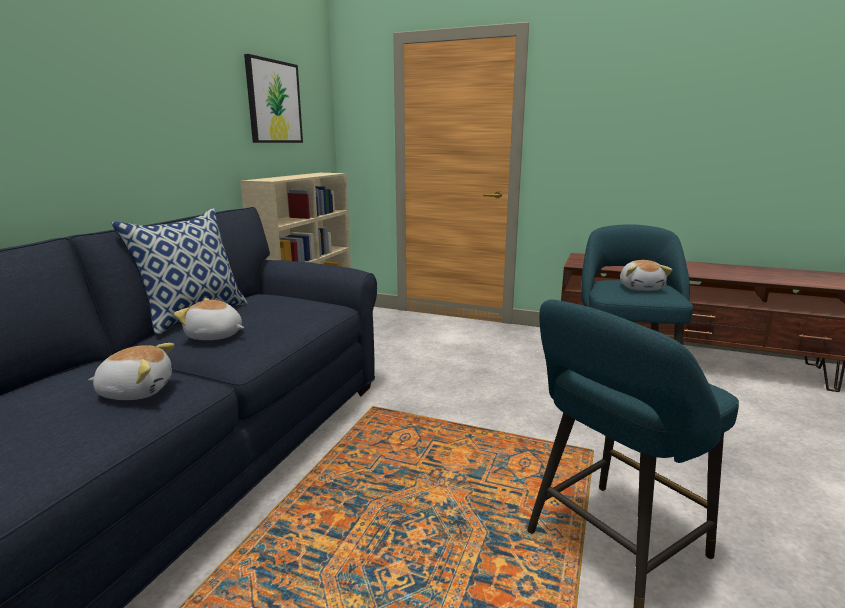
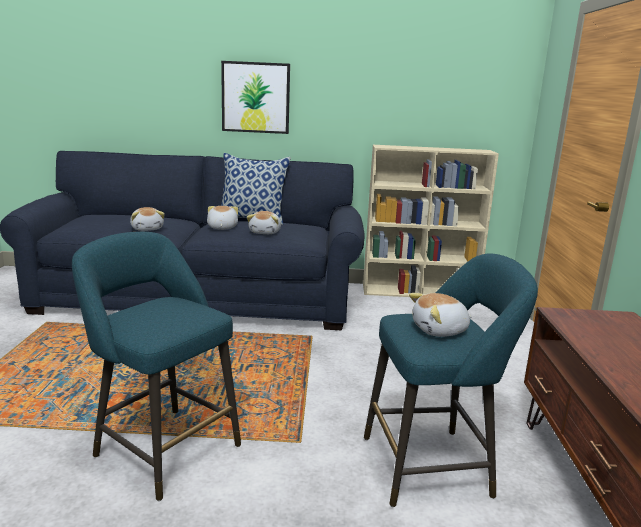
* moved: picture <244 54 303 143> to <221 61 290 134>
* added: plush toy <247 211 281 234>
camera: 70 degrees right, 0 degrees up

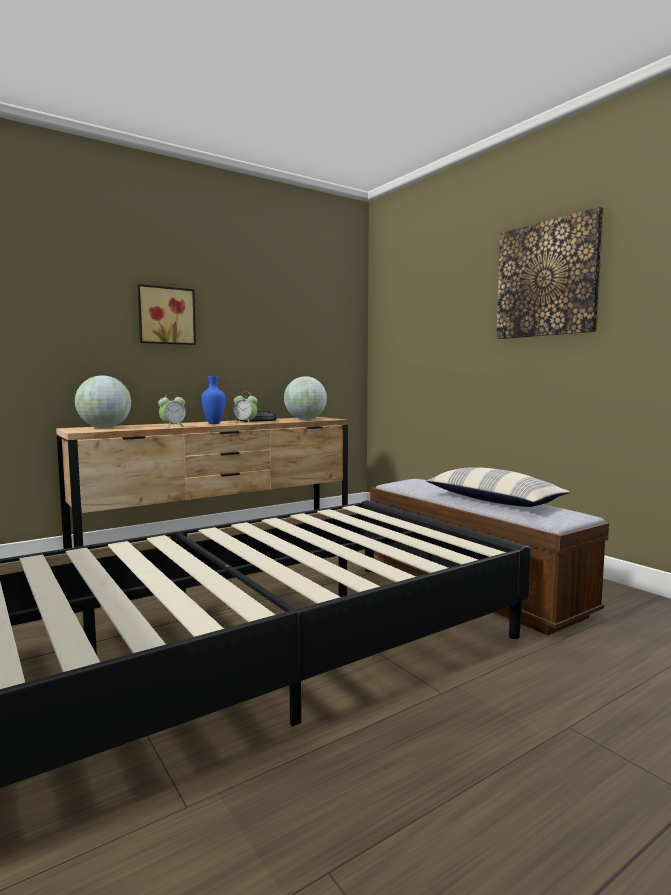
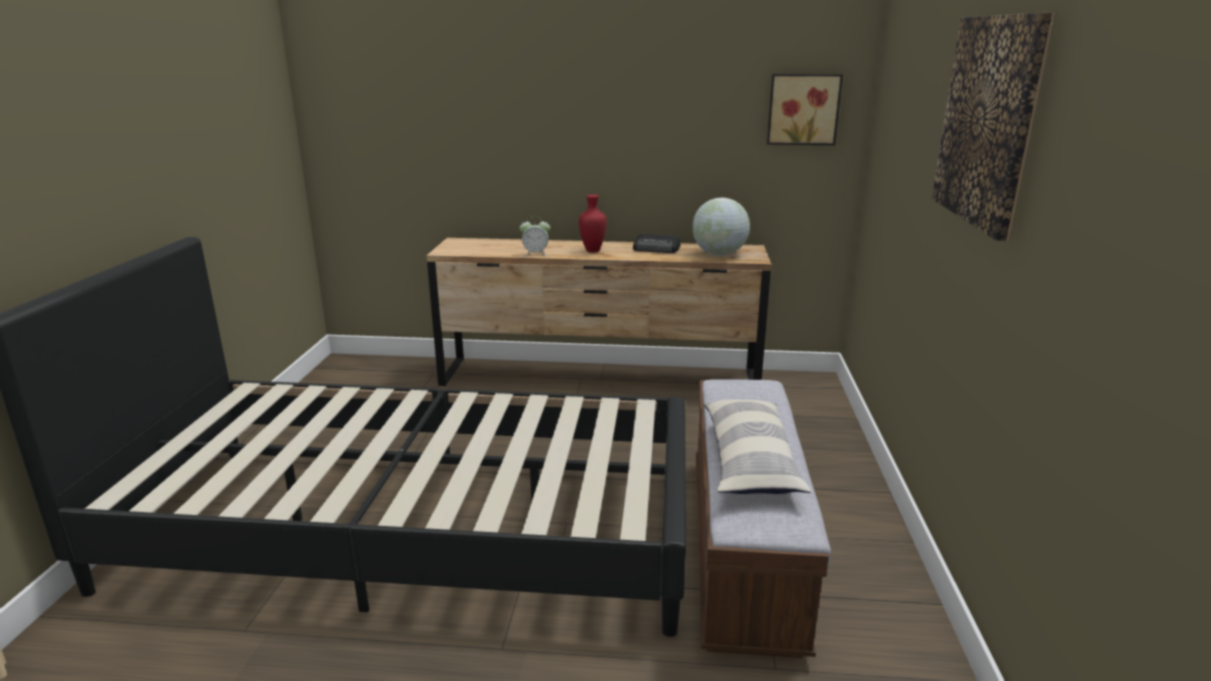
* moved: picture <138 284 196 345> to <767 74 843 145>
* removed: globe <75 375 131 428>
* recoloured: blue vase <201 376 225 424> to red vase <579 195 607 253>
* removed: alarm clock <234 394 258 424>
camera: 40 degrees right, 15 degrees up

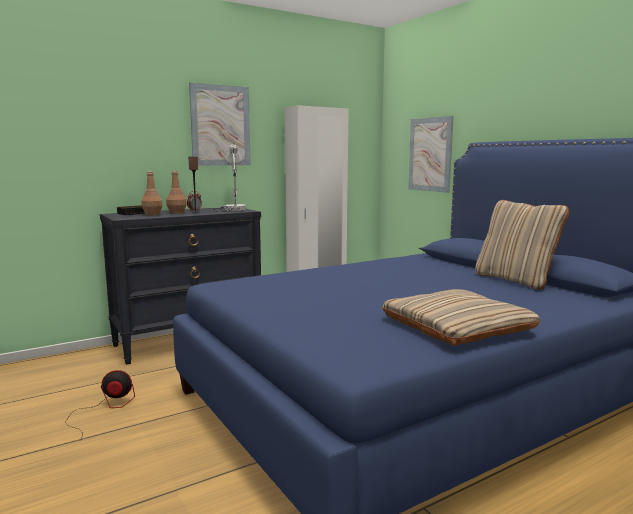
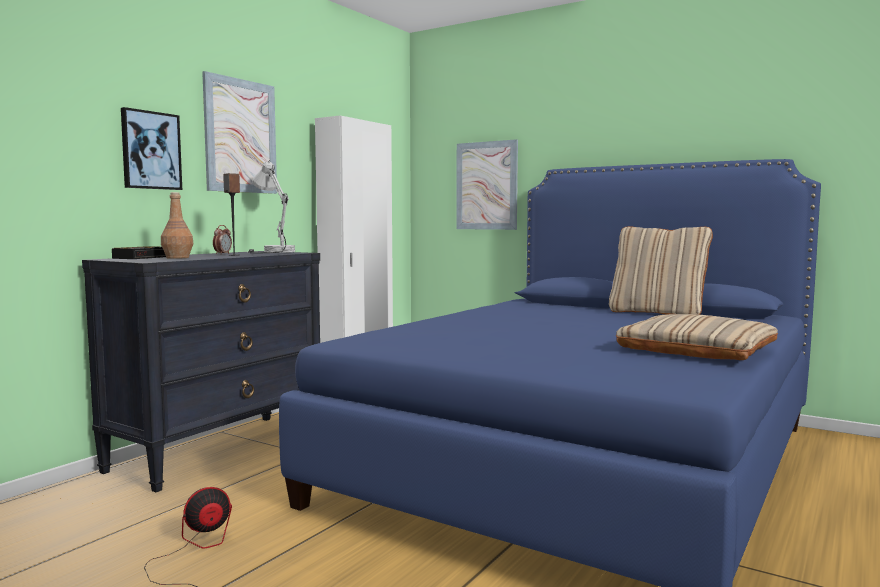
* removed: brown bottle <166 171 187 214>
* added: picture <121 107 182 190>
camera: 25 degrees left, 5 degrees down

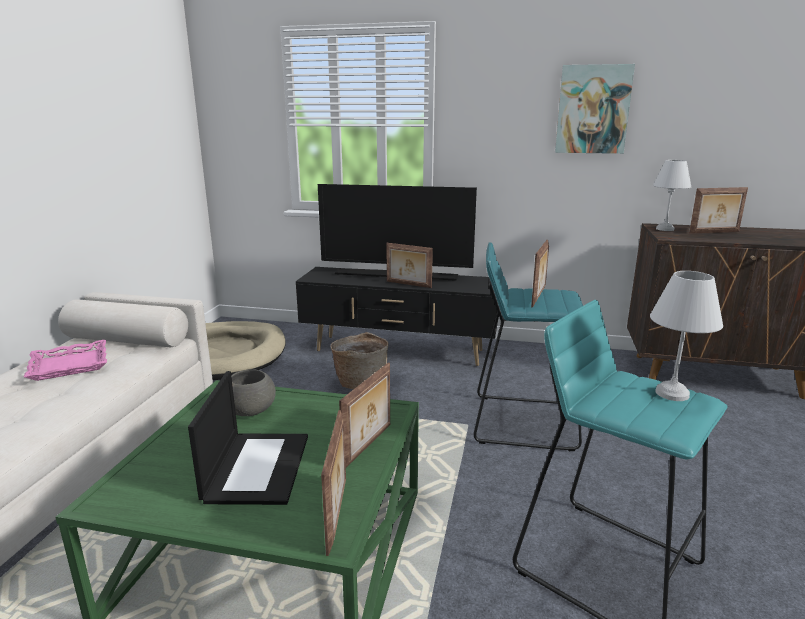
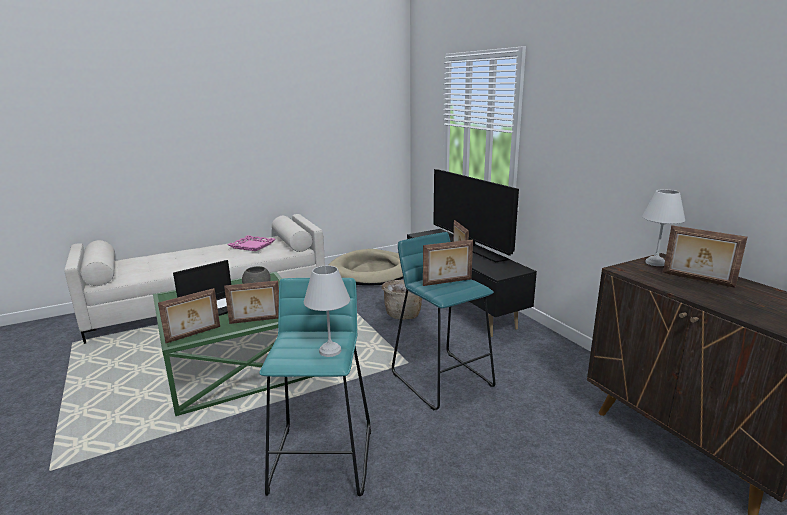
* removed: picture <555 64 635 154>
camera: 50 degrees right, 0 degrees up

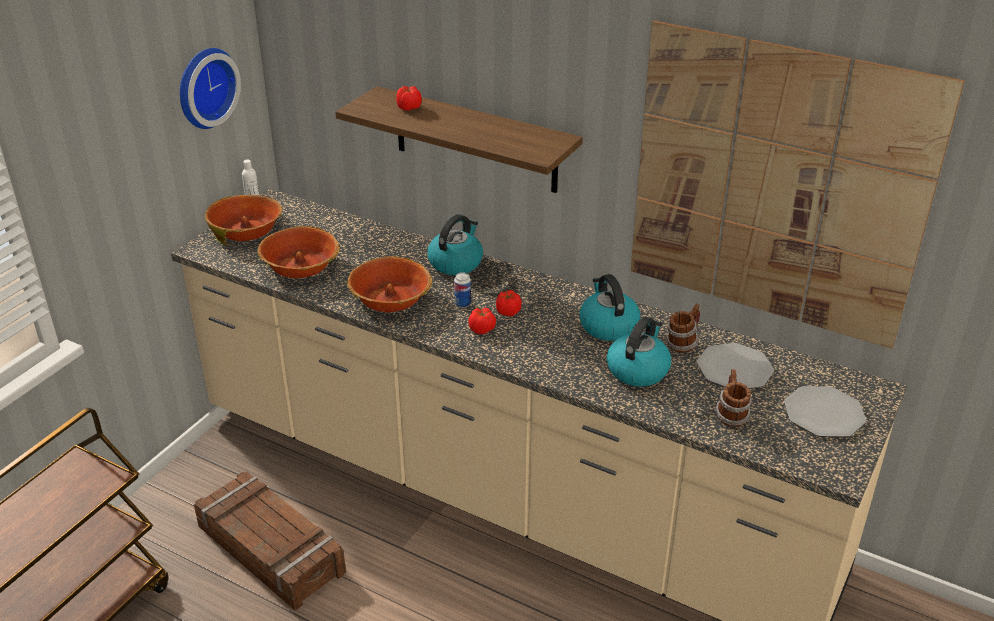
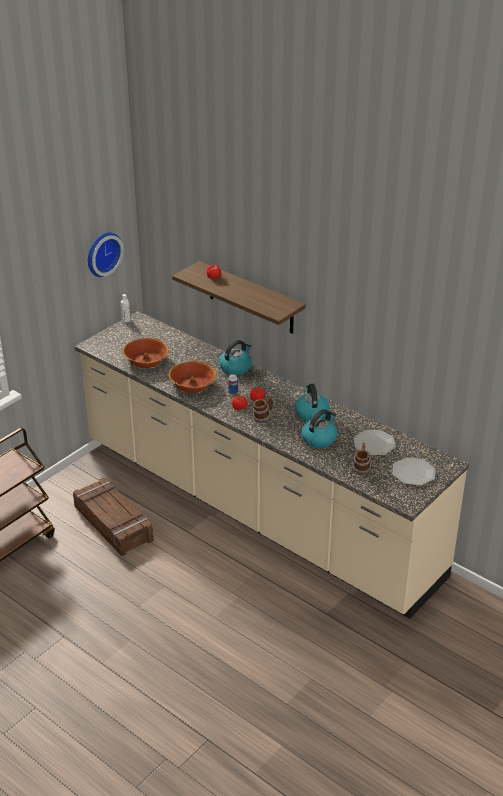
* removed: picture <631 21 965 349>
* removed: bowl <205 194 283 245>
* moved: mug <666 304 700 353> to <252 396 273 423>
camera: 10 degrees right, 0 degrees up

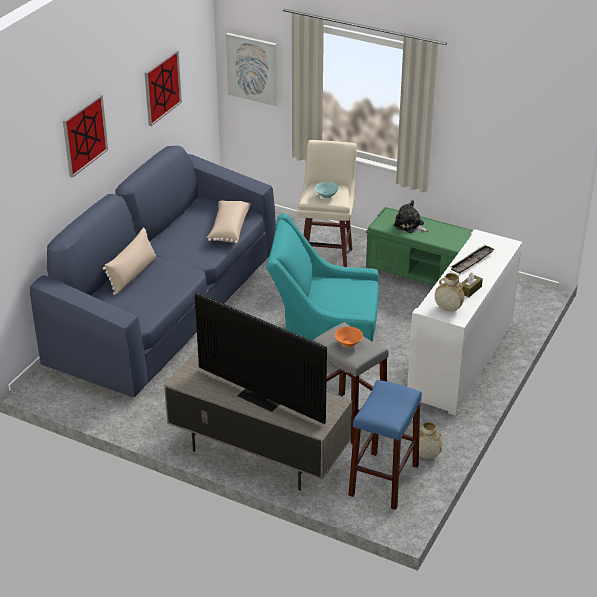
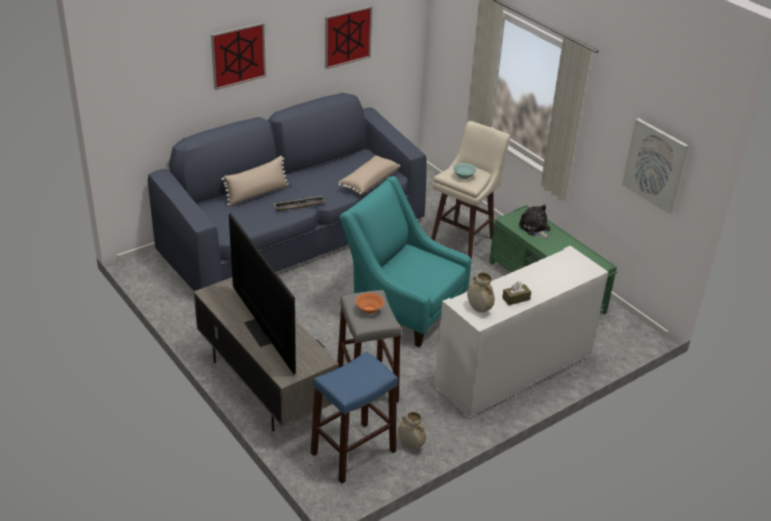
* moved: picture <226 33 278 106> to <622 118 689 214>
* moved: tray <451 244 494 274> to <274 196 325 211>
camera: 25 degrees right, 0 degrees up

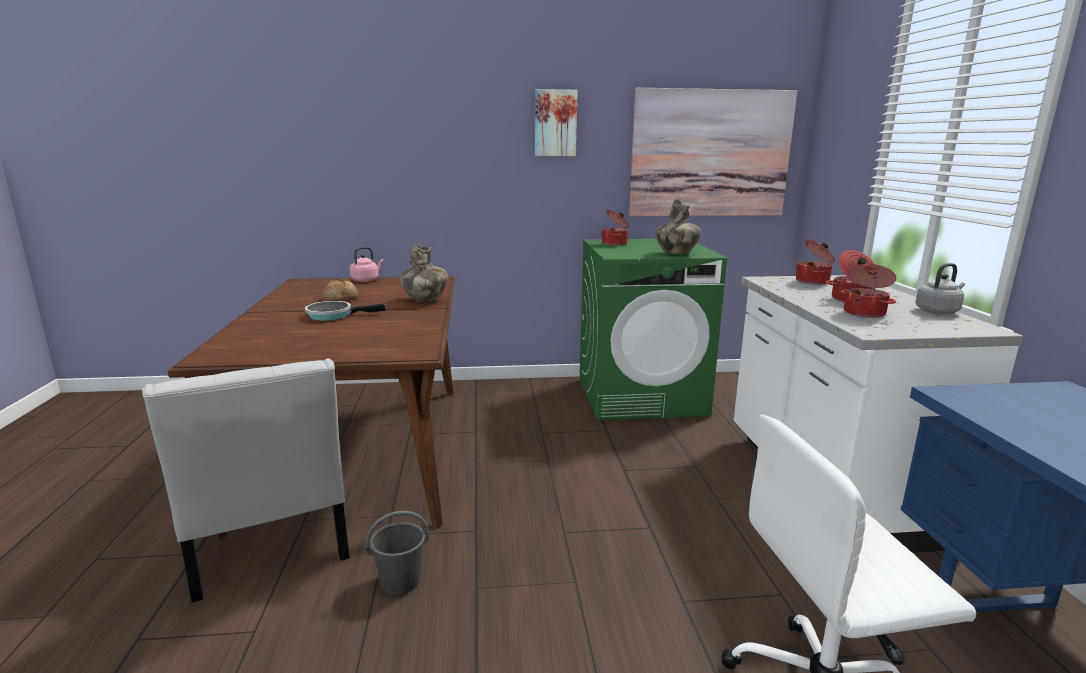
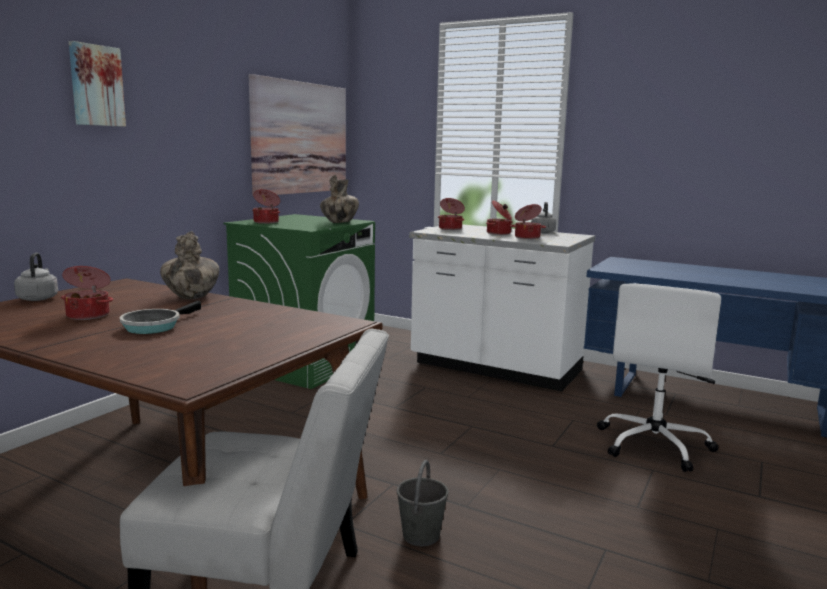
* moved: picture <535 89 578 156> to <69 41 126 127>
* recoloured: pink kettle <350 247 383 282> to grey kettle <14 253 58 301>
* replaced: bread <323 279 358 301> to cooking pot <61 266 113 320>
camera: 55 degrees left, 5 degrees down

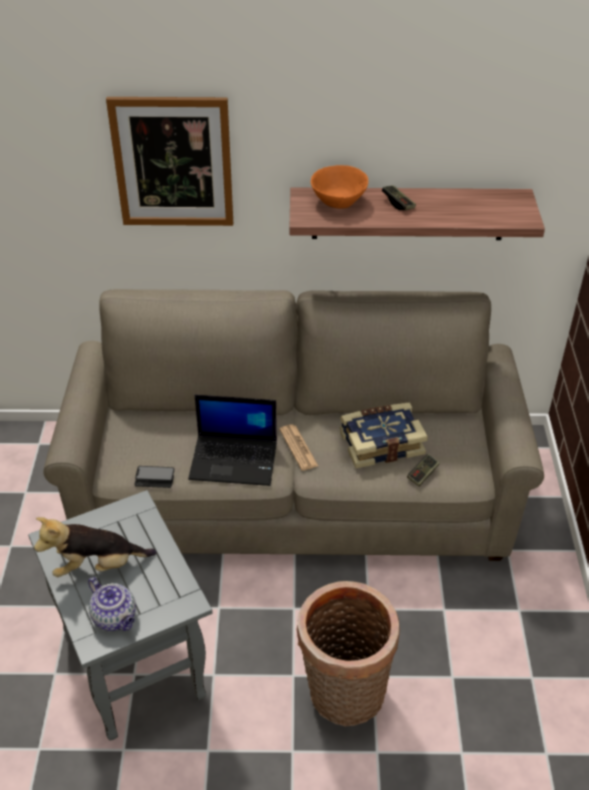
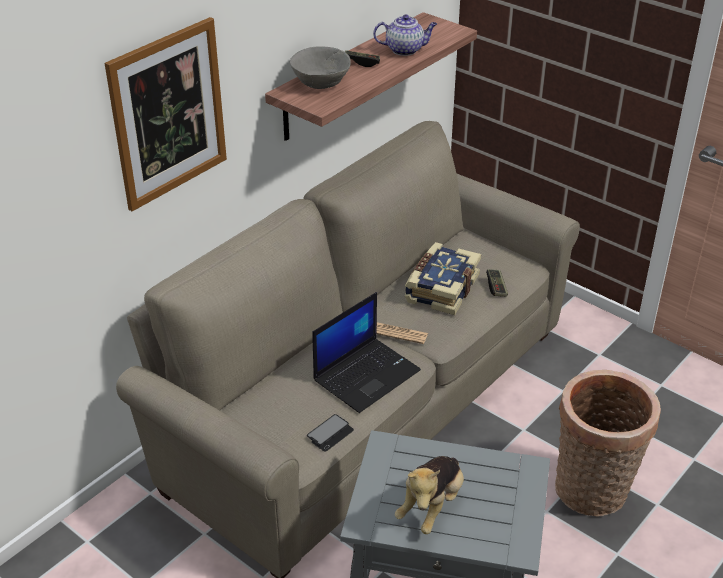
* recoloured: orange bowl <311 165 368 209> to grey bowl <290 46 351 89>
* moved: teapot <88 577 136 631> to <373 14 437 56>
camera: 50 degrees left, 5 degrees down

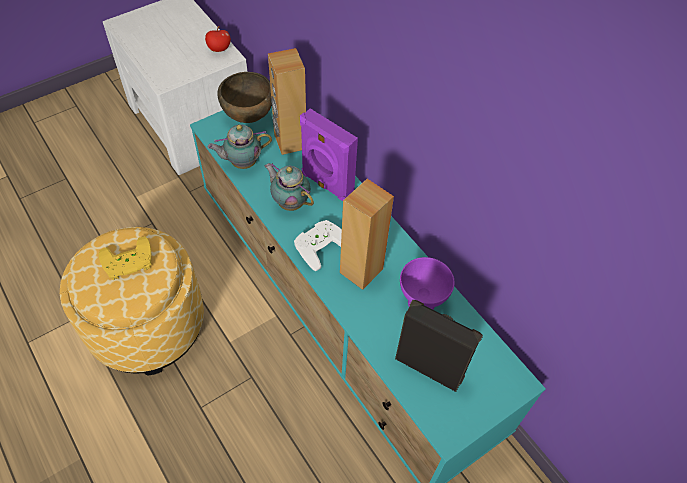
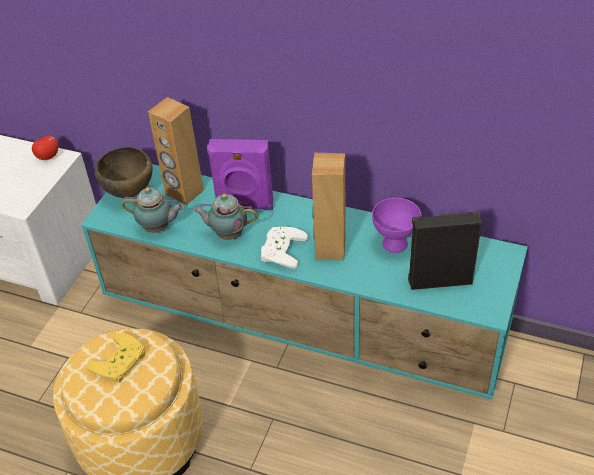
* turned: teapot <208 124 272 169> = <122 187 184 233> 120 degrees counterclockwise
camera: 30 degrees left, 10 degrees down

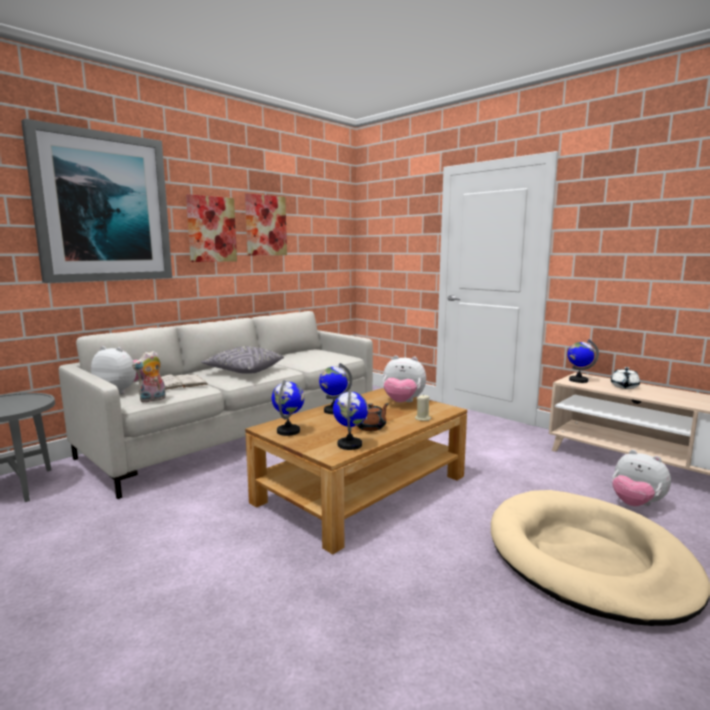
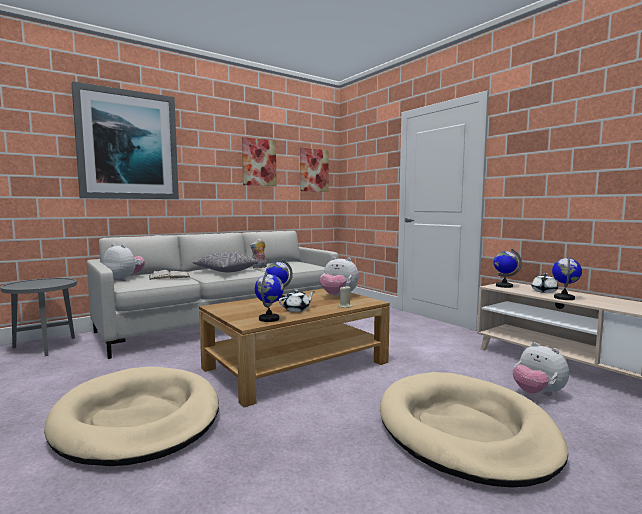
* moved: picture <186 194 237 262> to <300 148 329 192>
* moved: plush toy <132 351 166 403> to <250 238 267 268>
* moved: globe <272 380 305 436> to <552 256 582 300>
* recoloured: brown teapot <357 403 389 431> to white teapot <279 290 315 312>
* added: beige dog bed <44 367 219 466>
camera: 10 degrees right, 5 degrees down

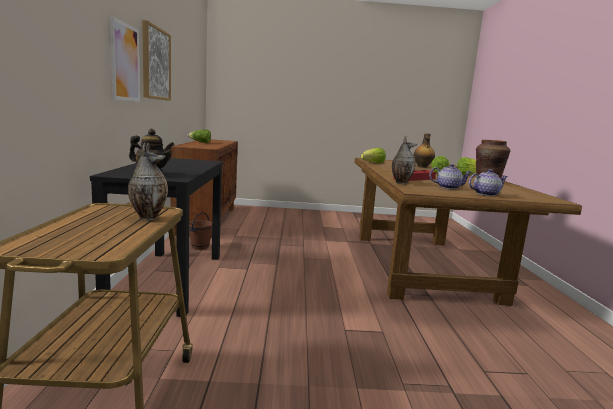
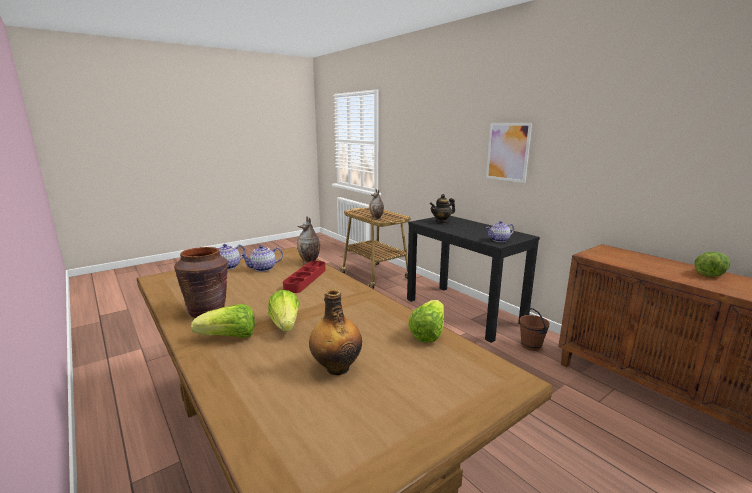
* removed: picture <142 20 171 101>
* added: teapot <486 221 514 242>
camera: 145 degrees right, 5 degrees up

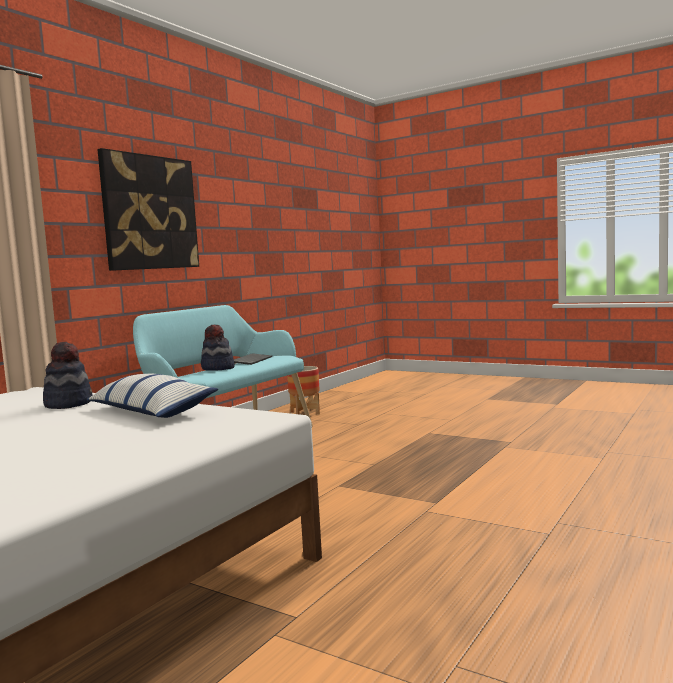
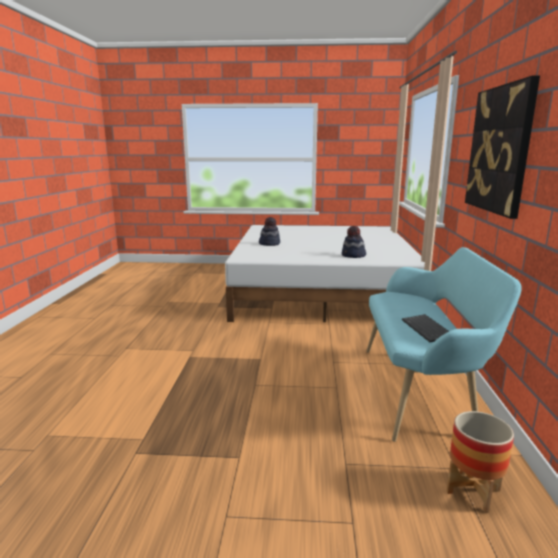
* moved: hat <201 325 235 371> to <259 217 280 246>
* removed: pillow <87 374 218 418>
camera: 150 degrees right, 10 degrees up

